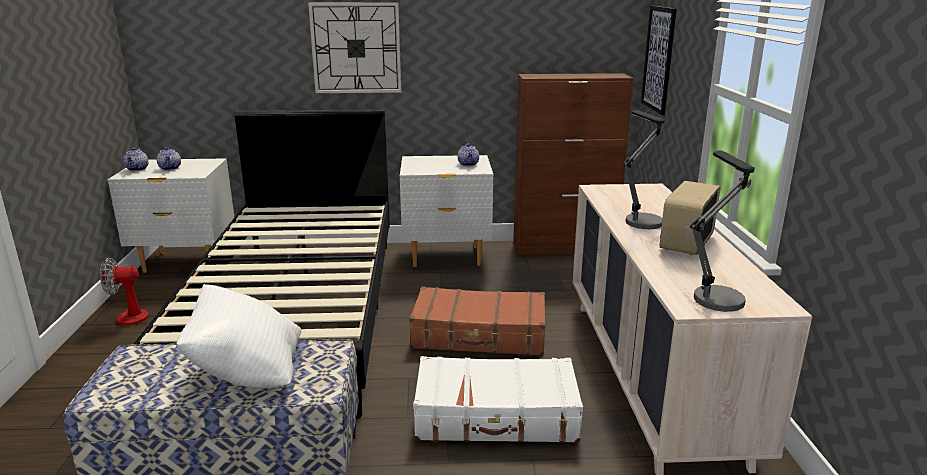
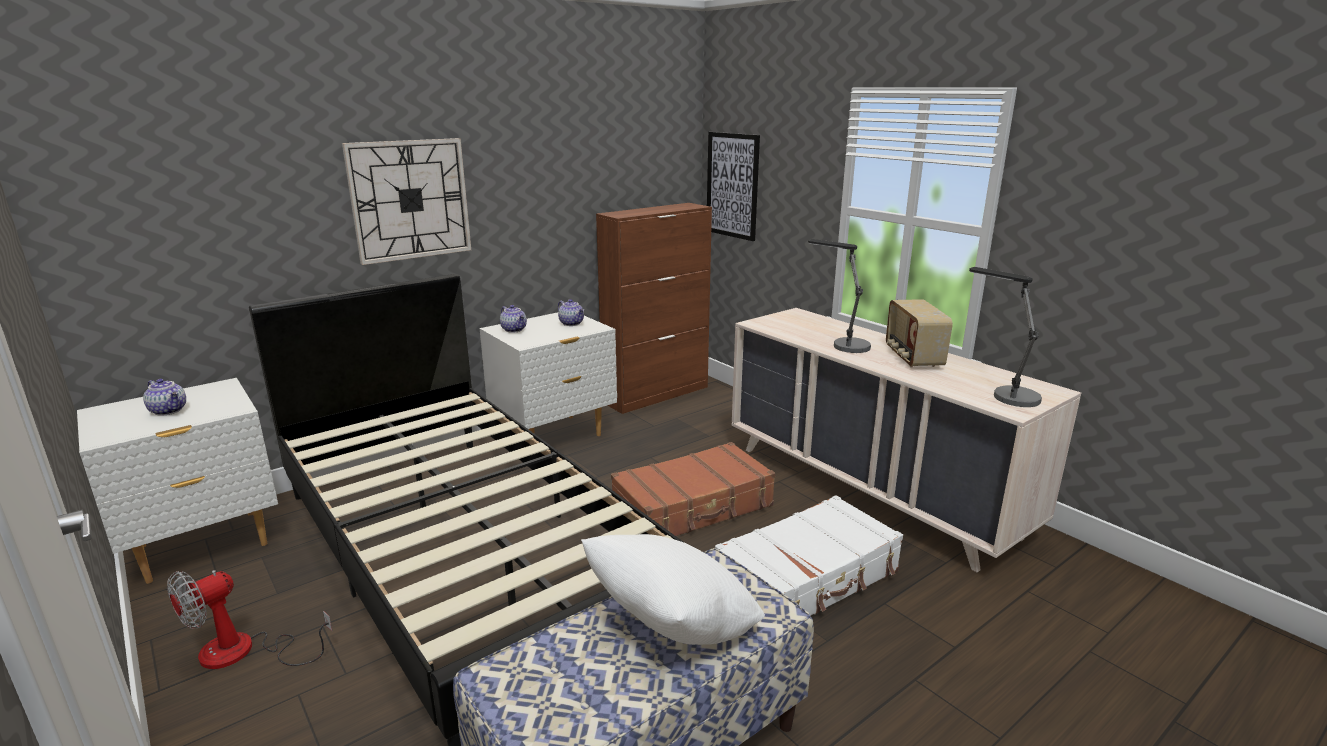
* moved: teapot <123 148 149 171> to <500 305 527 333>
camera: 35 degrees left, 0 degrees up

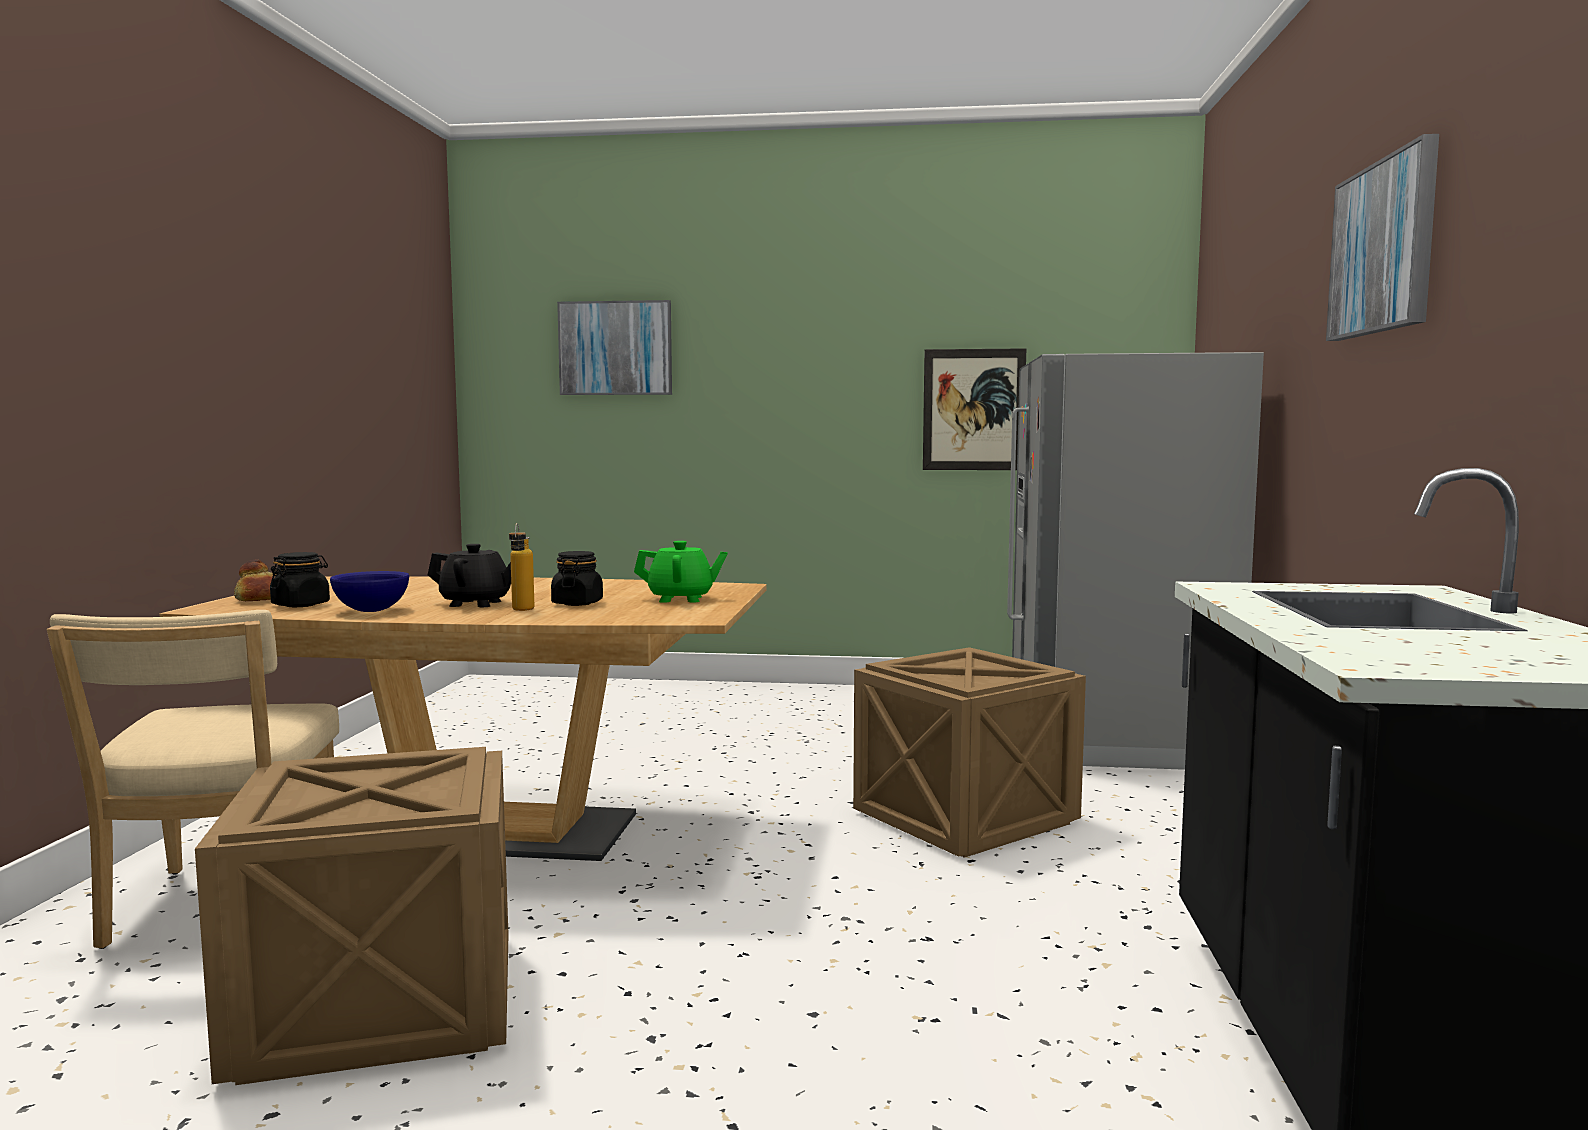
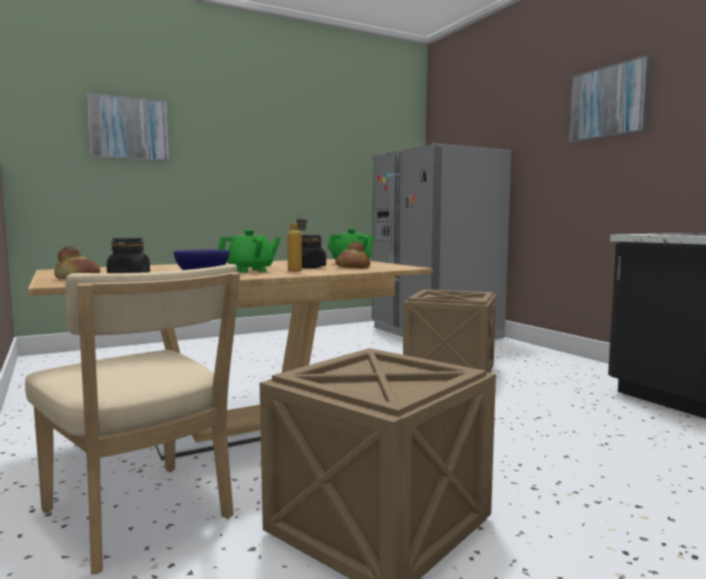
* removed: picture <923 348 1026 470>
* recoloured: black teapot <428 544 511 607> to green teapot <218 230 281 273>
* added: bread <335 241 370 269>
camera: 35 degrees left, 0 degrees up

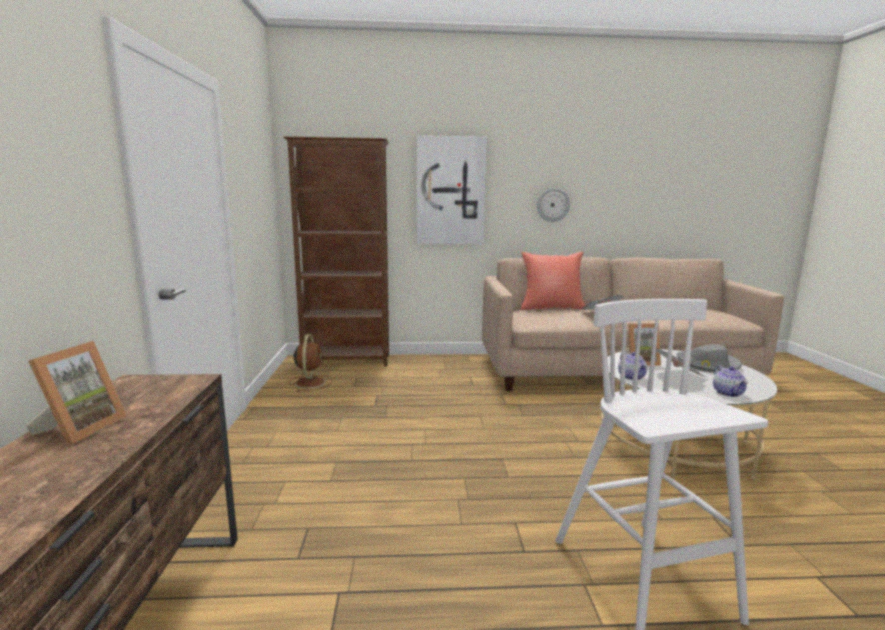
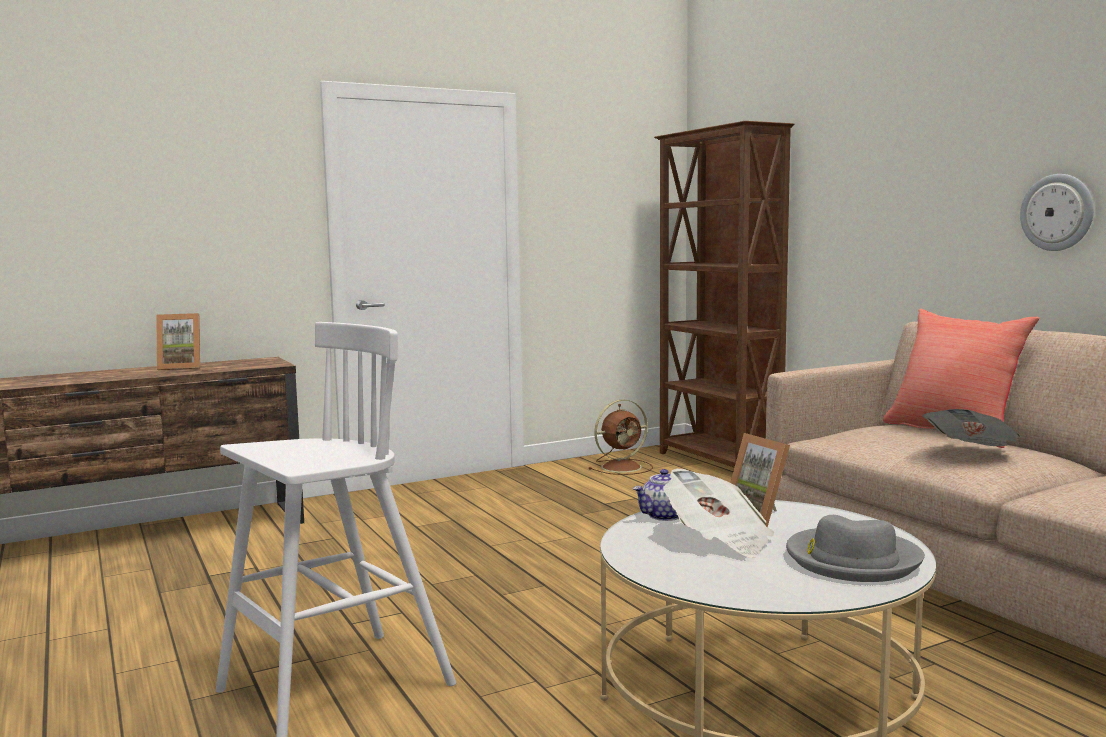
* removed: picture <416 135 487 244>
* removed: teapot <713 365 748 397>
camera: 65 degrees right, 5 degrees down

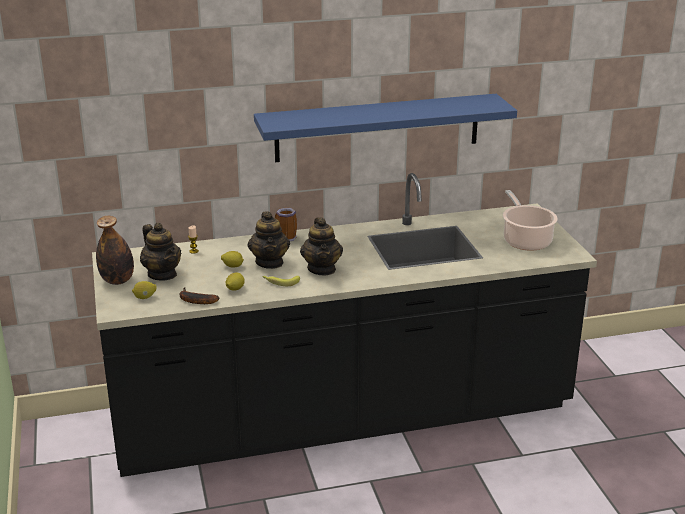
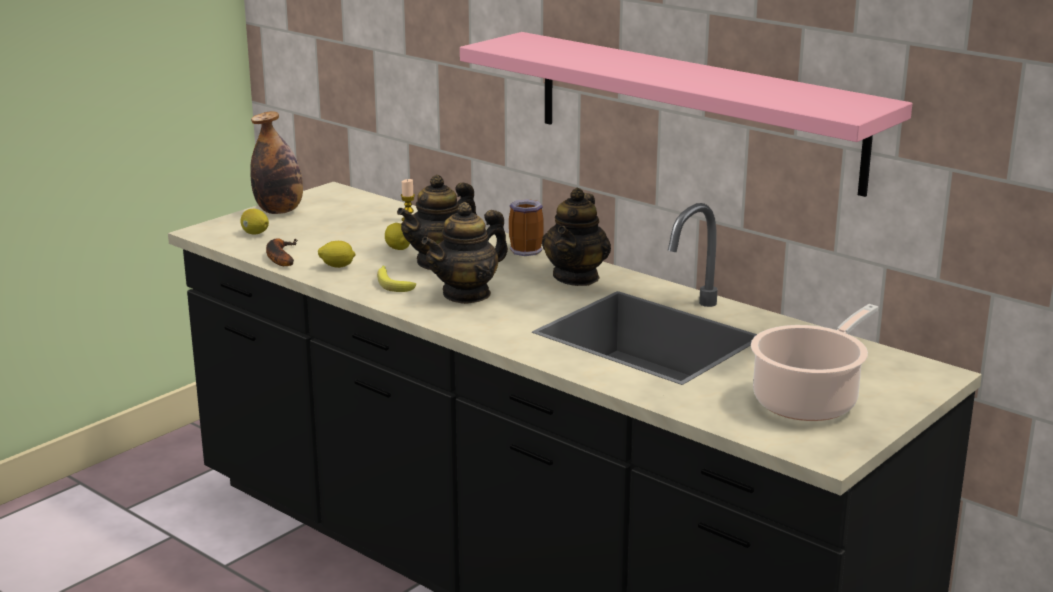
* recoloured: blue shelf <254 94 517 162> to pink shelf <460 32 912 197>
* moved: teapot <140 223 181 280> to <542 188 611 286>
camera: 55 degrees right, 5 degrees down

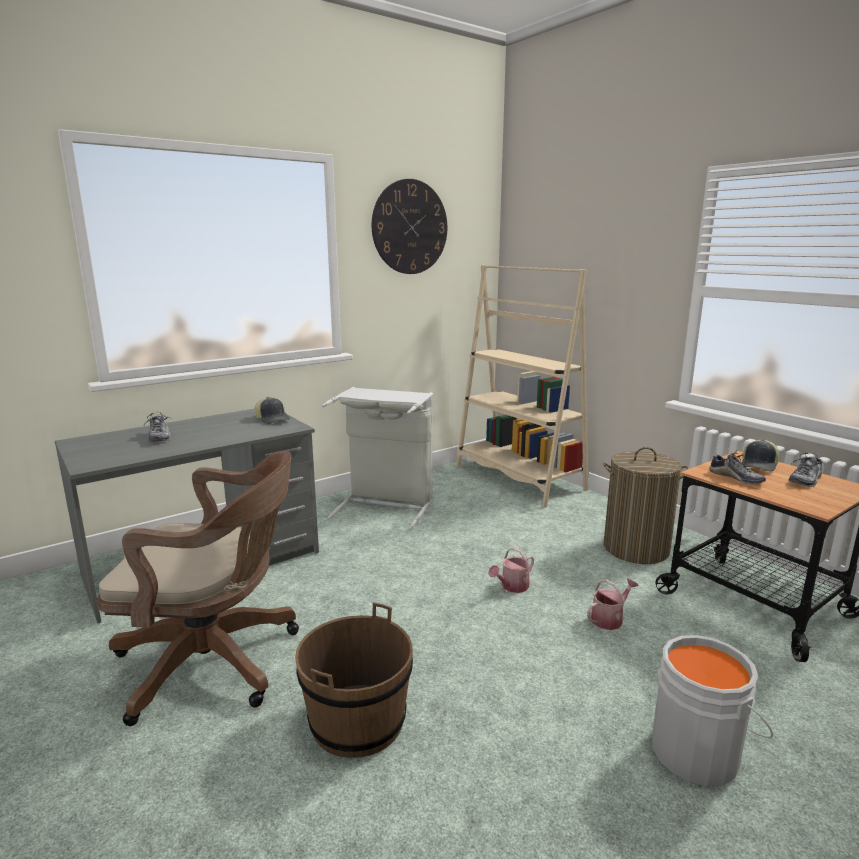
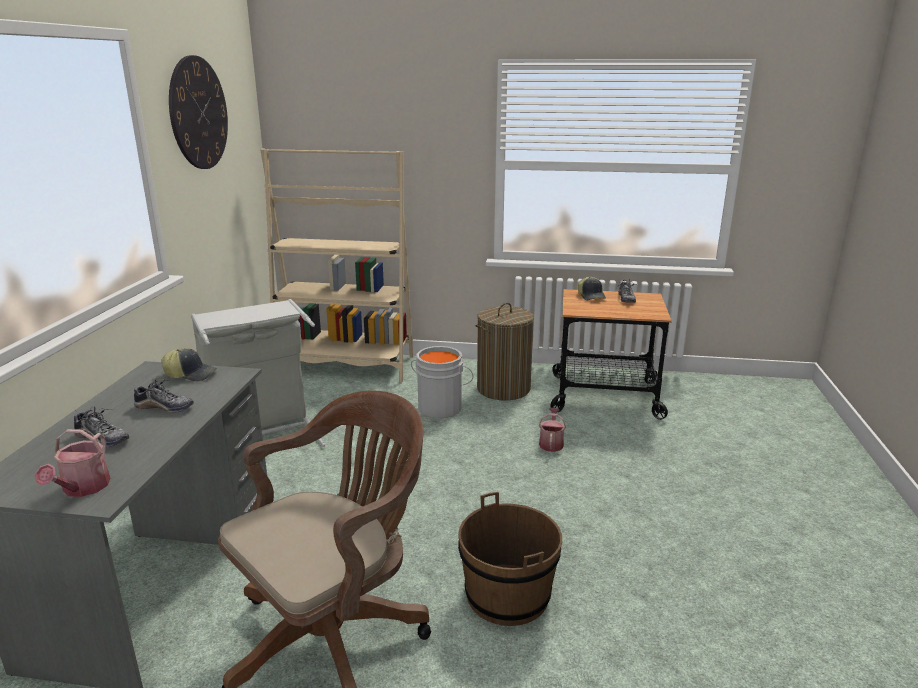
* moved: shoe <709 451 766 484> to <134 378 194 413>
* moved: watering can <488 548 534 593> to <35 429 111 497>
* moved: grey bucket <652 635 773 787> to <411 346 473 418>
camera: 45 degrees left, 5 degrees up

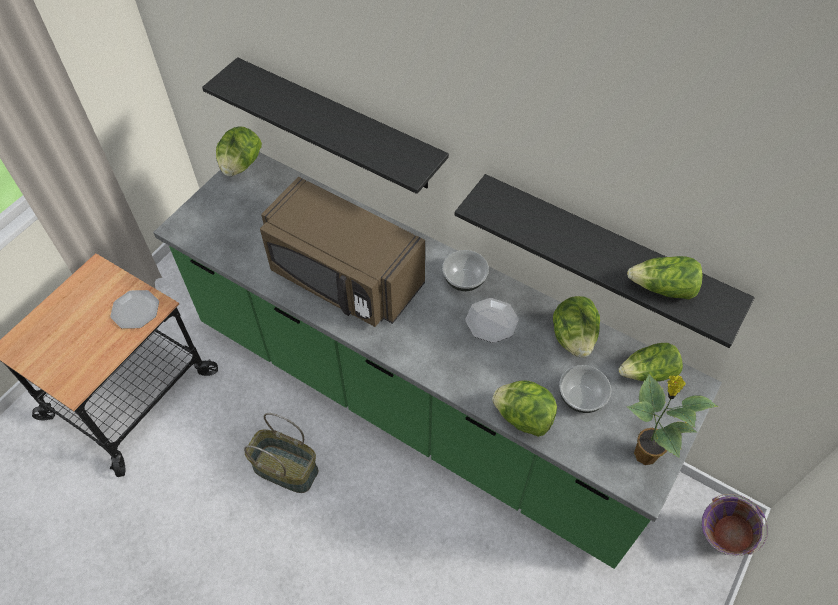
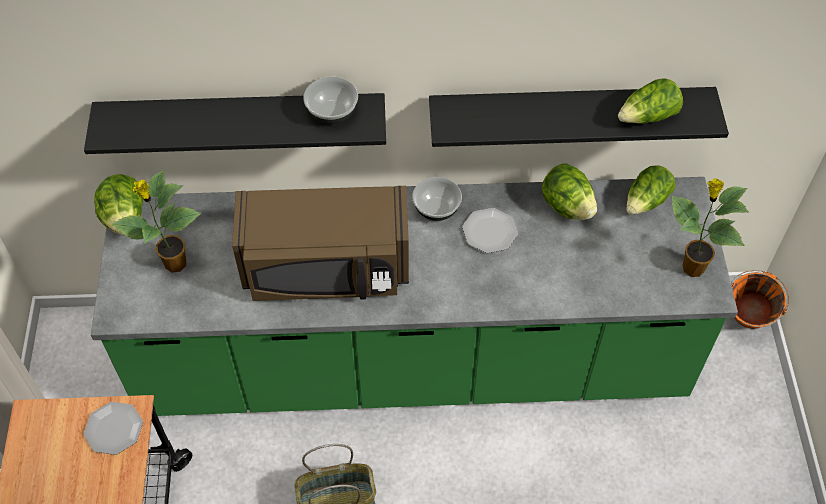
* moved: bowl <559 365 611 413> to <303 77 358 124>
* removed: lettuce <492 380 557 437>
* recoloured: purple bucket <702 494 768 556> to orange bucket <731 270 790 329>
* added: potted plant <111 170 202 273>
camera: 35 degrees left, 0 degrees up

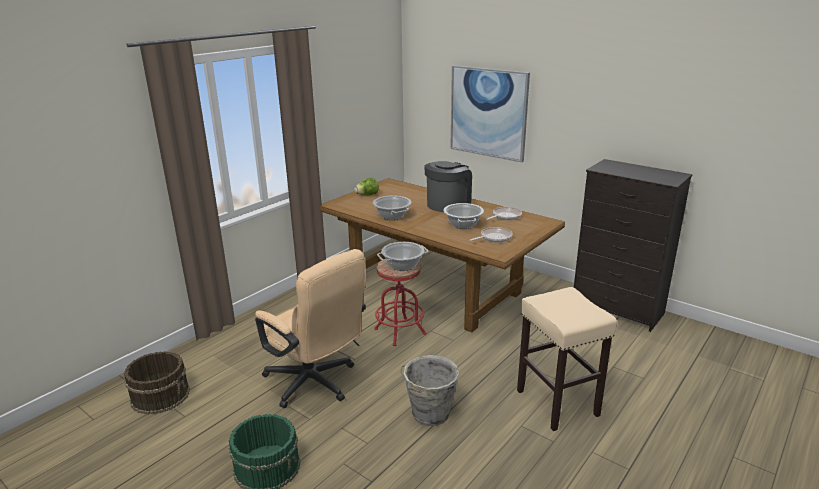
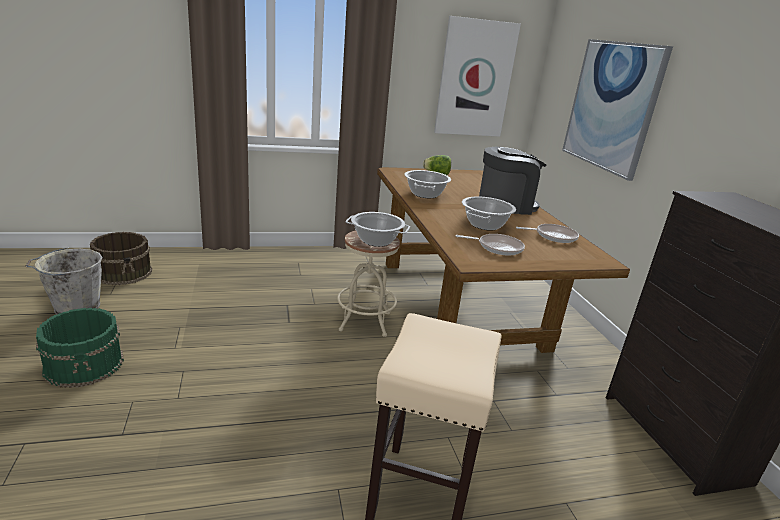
* removed: beige office chair <255 249 366 408>
* recoloured: red stool <374 259 426 346> to beige stool <337 230 400 337>
* moved: grey bucket <401 355 459 426> to <25 248 103 315>
* added: picture <434 16 521 137>
camera: 35 degrees right, 0 degrees up

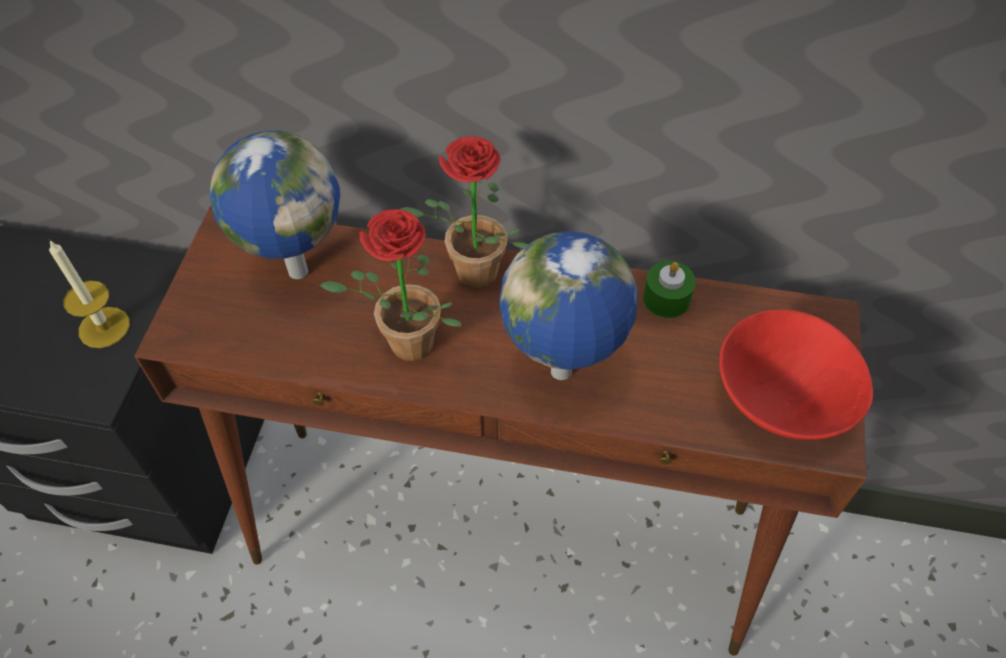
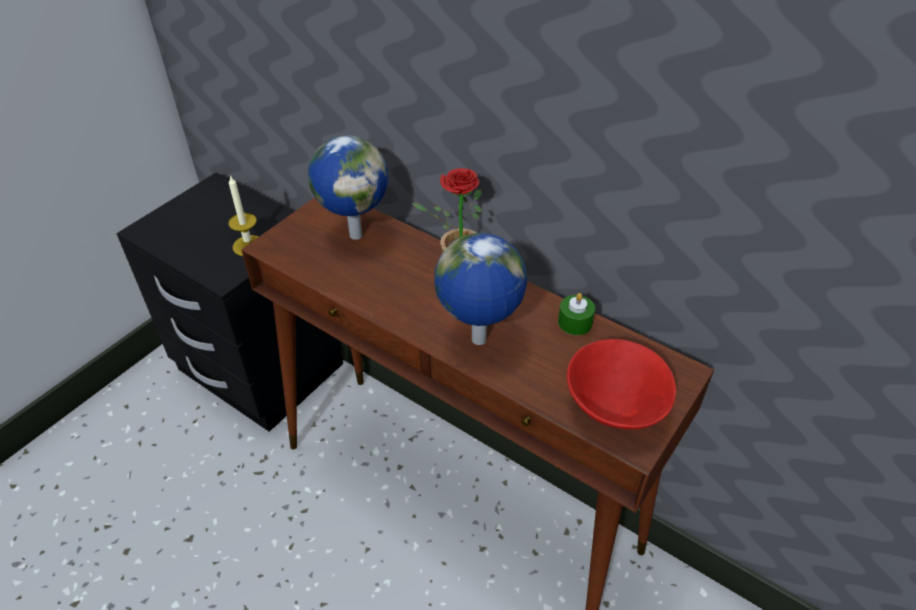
* removed: potted plant <320 209 462 361>
camera: 25 degrees right, 10 degrees down

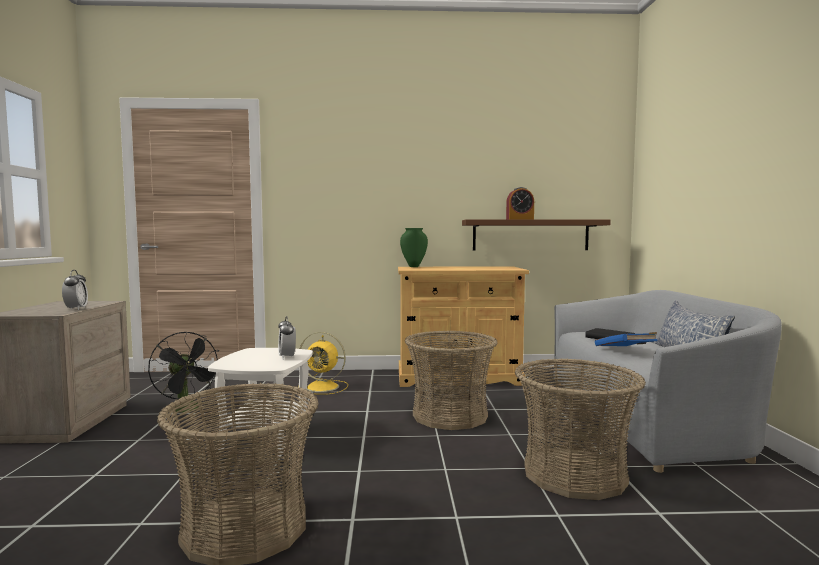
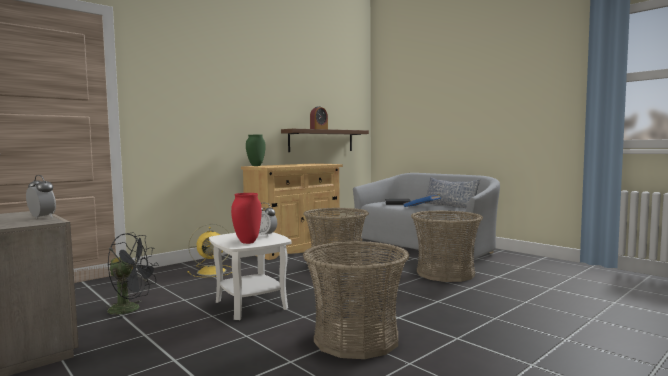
* added: red vase <231 193 262 244>
camera: 40 degrees left, 0 degrees up

